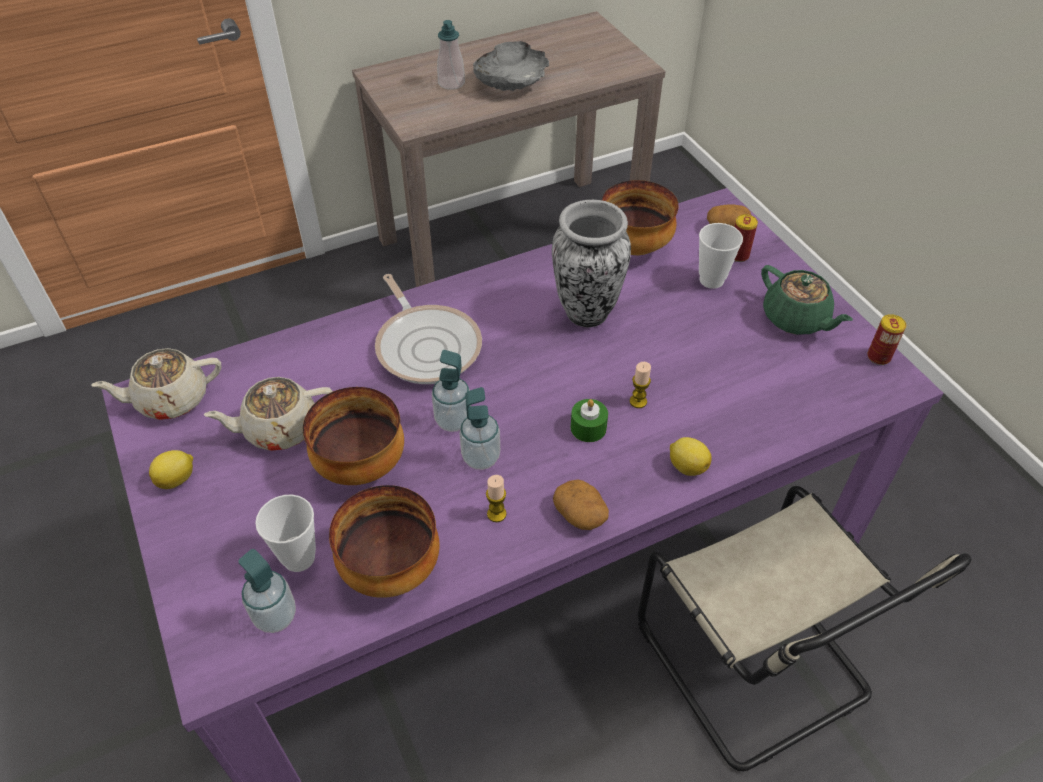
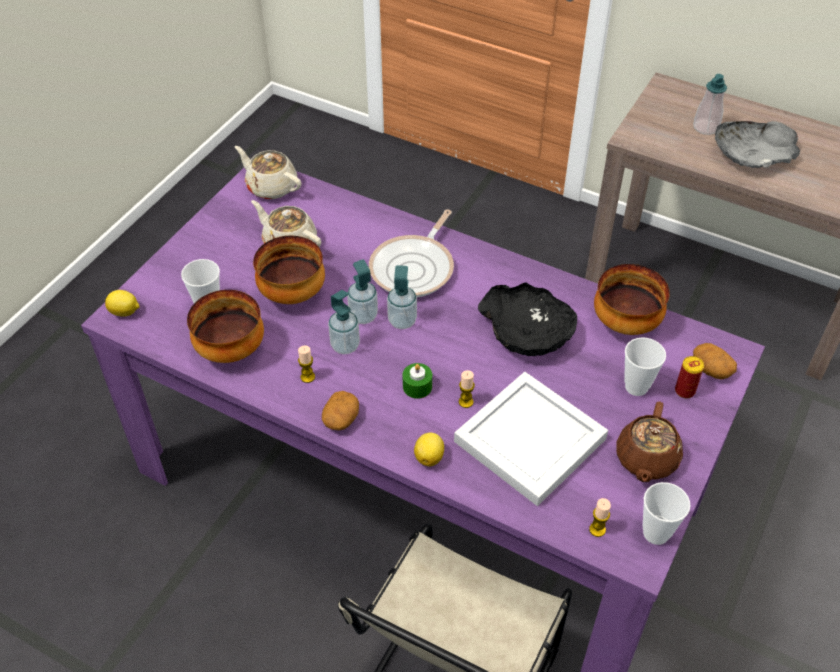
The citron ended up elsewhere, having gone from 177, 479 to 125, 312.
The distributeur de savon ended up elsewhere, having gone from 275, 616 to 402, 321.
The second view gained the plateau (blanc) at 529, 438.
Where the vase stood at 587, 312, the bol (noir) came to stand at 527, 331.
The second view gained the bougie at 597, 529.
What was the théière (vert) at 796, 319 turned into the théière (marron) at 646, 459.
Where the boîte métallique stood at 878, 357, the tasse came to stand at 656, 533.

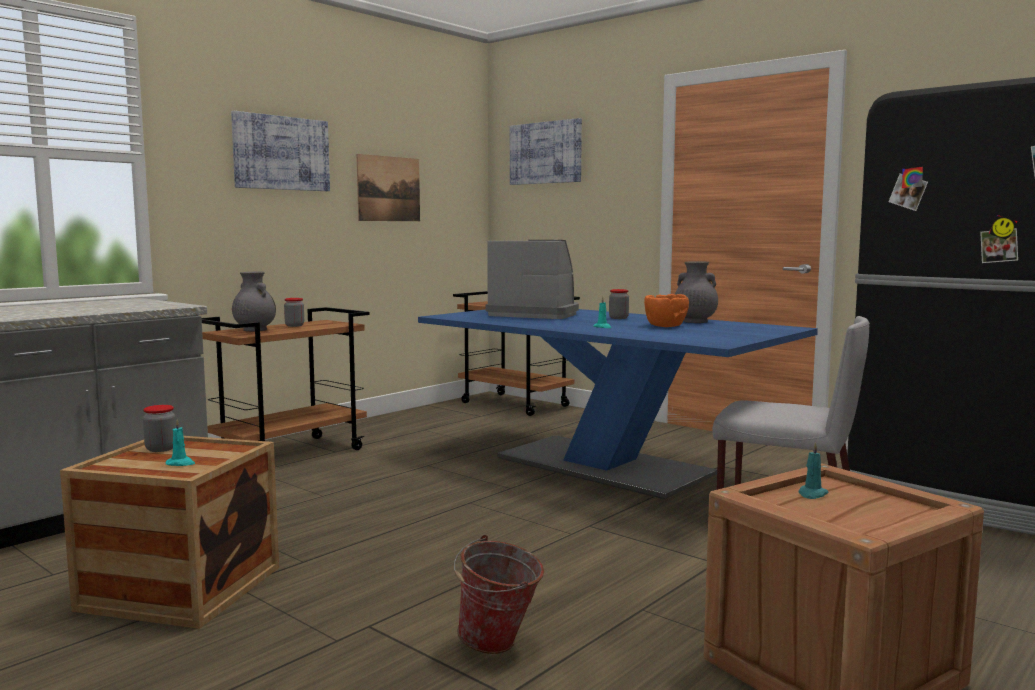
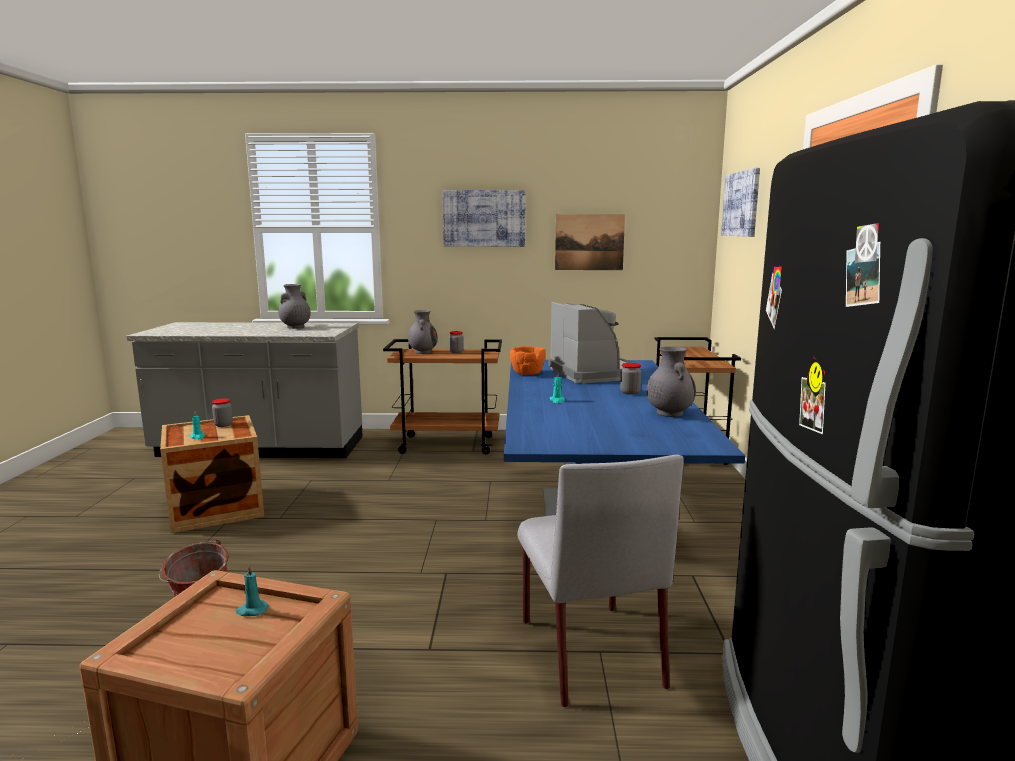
The second view gained the vase (gris) at 295, 327.
The bol (orange) ended up elsewhere, having gone from 664, 326 to 527, 373.

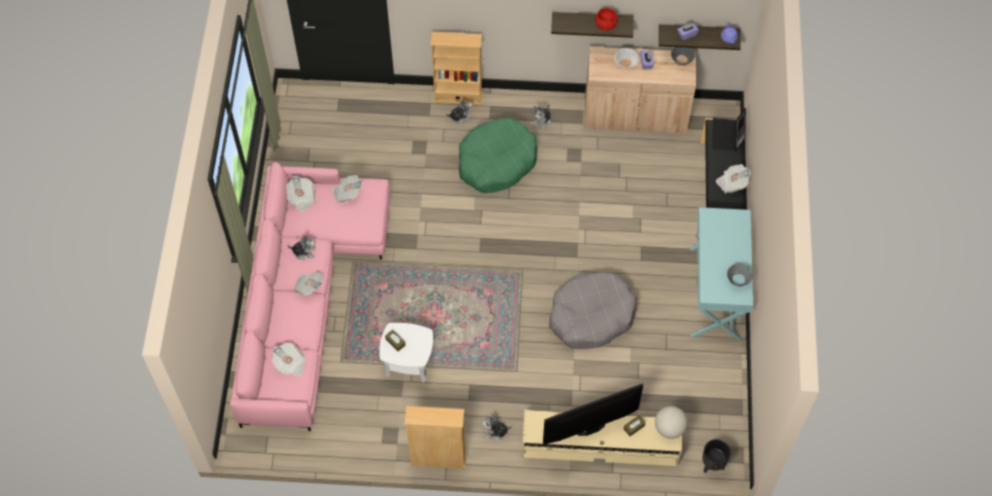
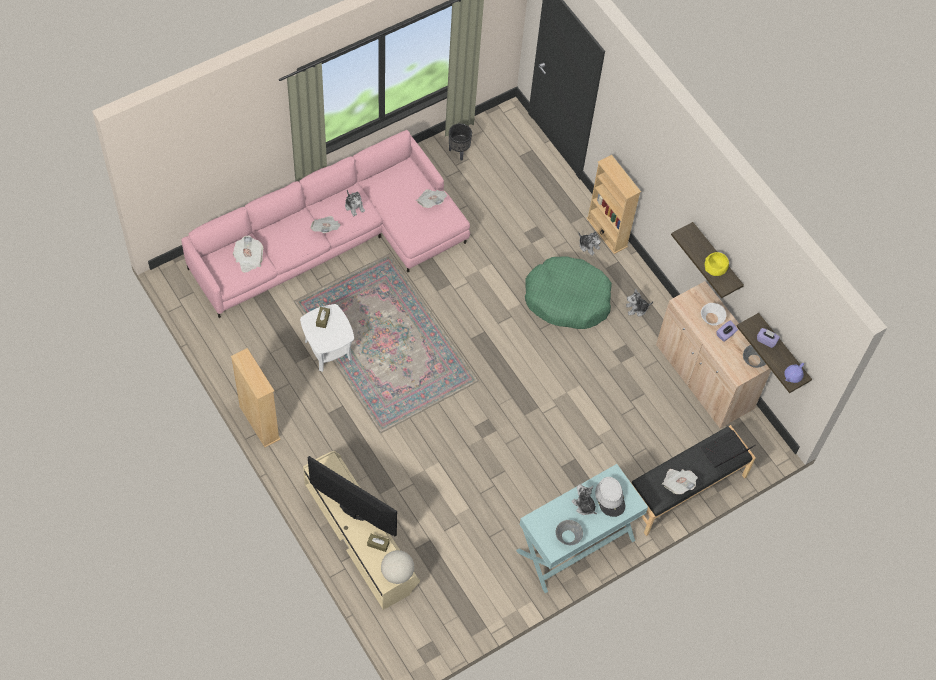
The cache-pot (noir) ended up elsewhere, having gone from 712, 465 to 459, 152.
The peluche ended up elsewhere, having gone from 495, 432 to 584, 505.
The second view gained the chapeau (gris) at 610, 498.
What was the bol (rouge) at 606, 24 turned into the bol (jaune) at 715, 269.
The second view lost the journal at 301, 198.
The second view lost the panier pour chien (gris) at 591, 316.

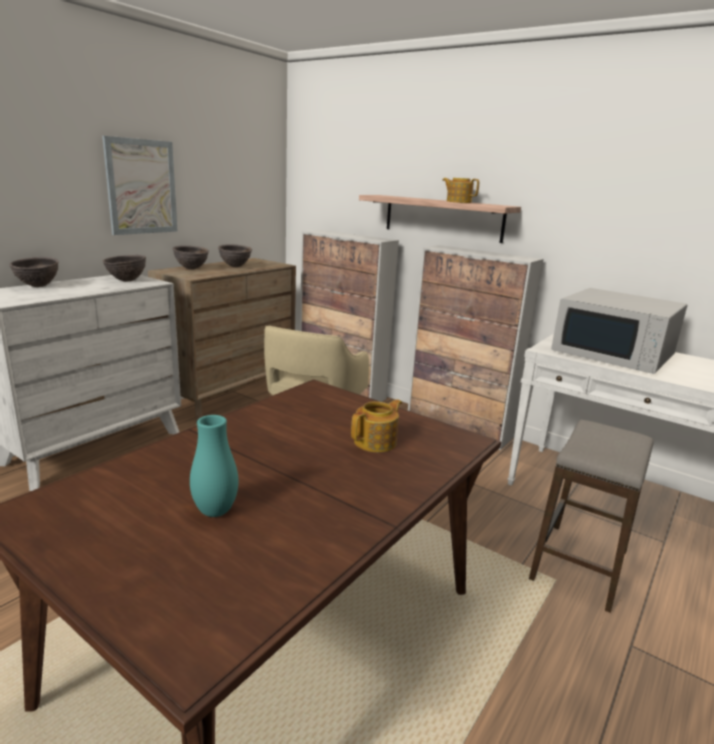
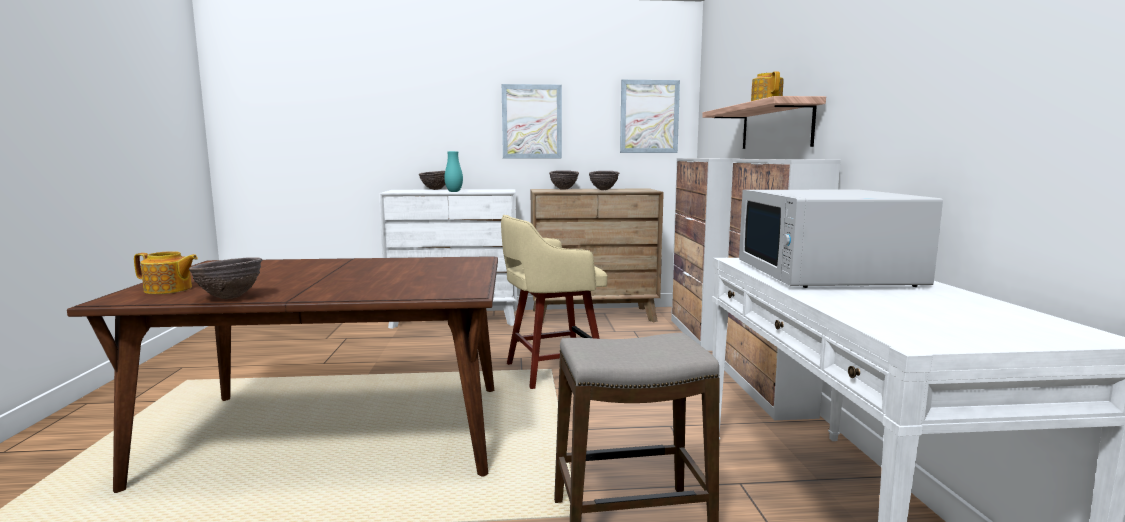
The théière ended up elsewhere, having gone from 376, 442 to 169, 289.
The bol (marron) ended up elsewhere, having gone from 126, 281 to 229, 298.
The vase (turquoise) ended up elsewhere, having gone from 215, 511 to 454, 191.
The second view gained the tableau at 649, 116.

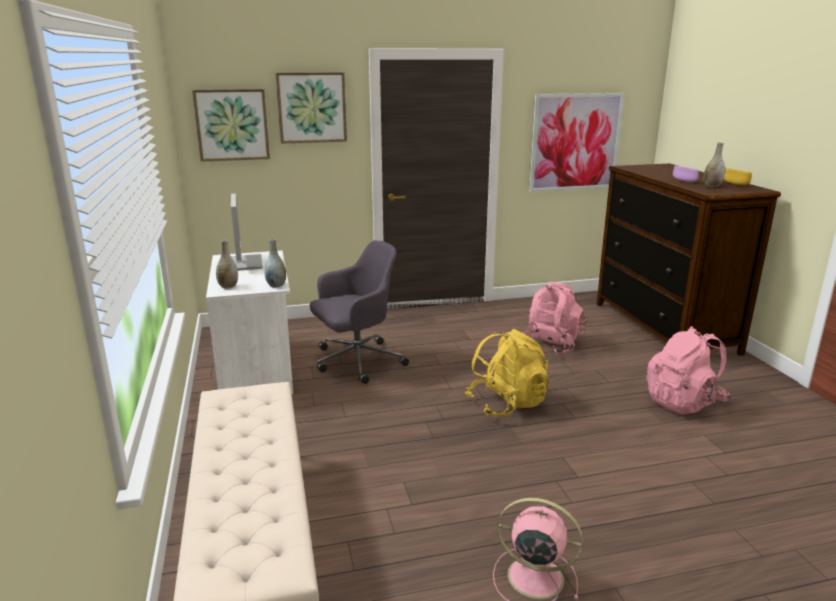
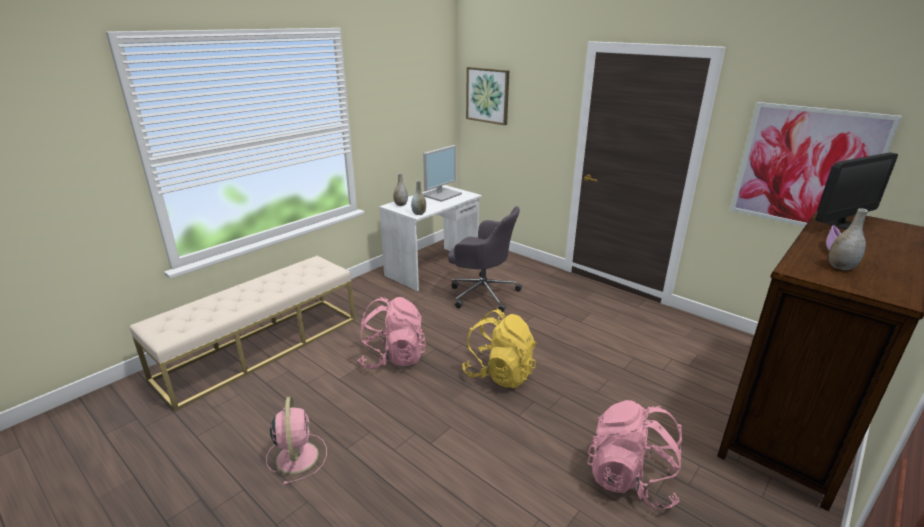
The sac à dos (rose) ended up elsewhere, having gone from 551, 345 to 393, 358.
The second view gained the écran d'ordinateur at 840, 224.
The second view lost the tableau at 312, 107.
The second view lost the bol (jaune) at 735, 184.

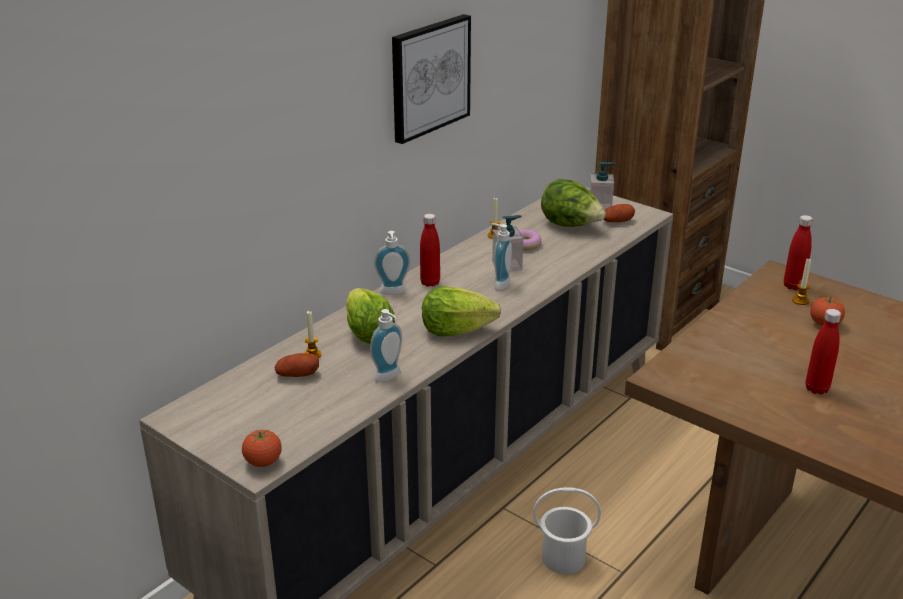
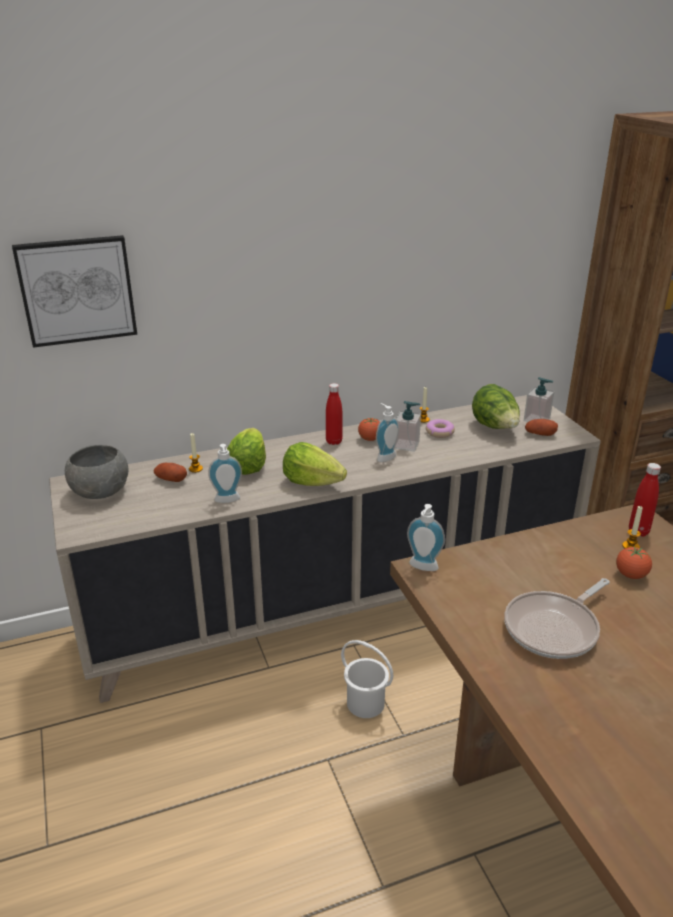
The tableau ended up elsewhere, having gone from 429, 77 to 77, 290.
The second view gained the bol (gris) at 101, 491.
The tomate ended up elsewhere, having gone from 263, 462 to 370, 439.
The distributeur de savon ended up elsewhere, having gone from 393, 293 to 422, 568.
Where the bouteille (rouge) stood at 816, 389, the poêle came to stand at 554, 628.

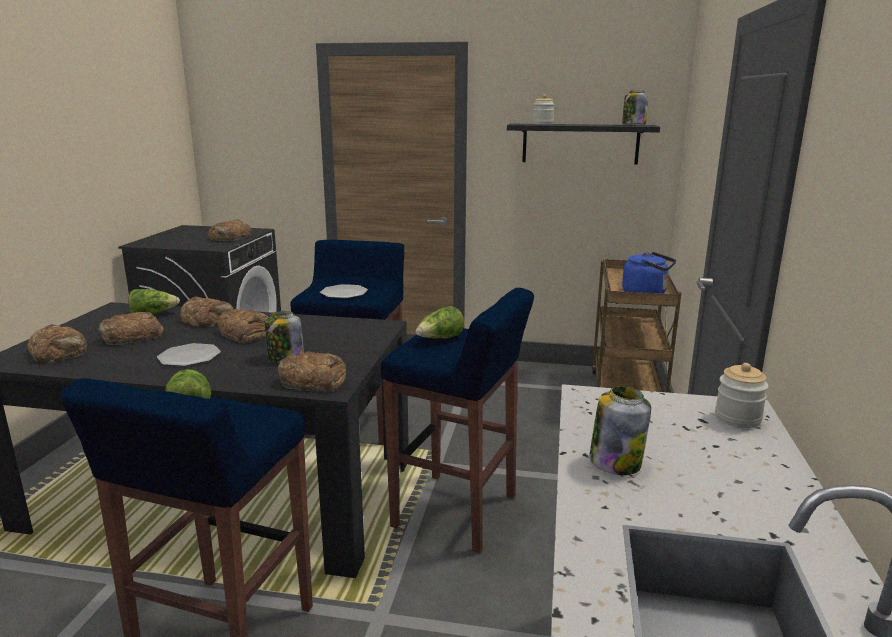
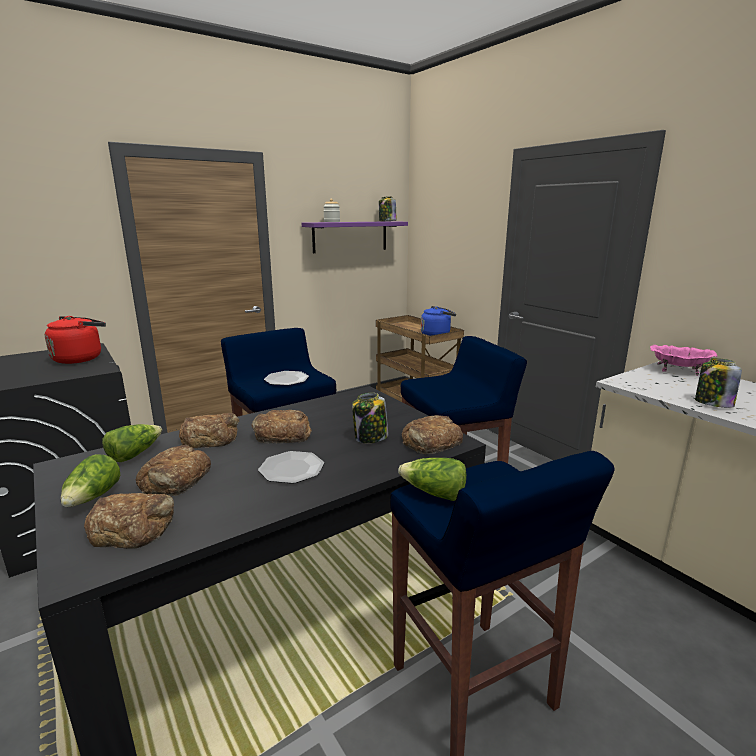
Where the pain stood at 230, 237, the bouilloire (rouge) came to stand at 80, 358.
The laitue ended up elsewhere, having gone from 440, 339 to 93, 498.
What was the étagère (noir) at 580, 143 turned into the étagère (violet) at 350, 236.
Where the bocal stood at 737, 418, the bol (rose) came to stand at 678, 370.

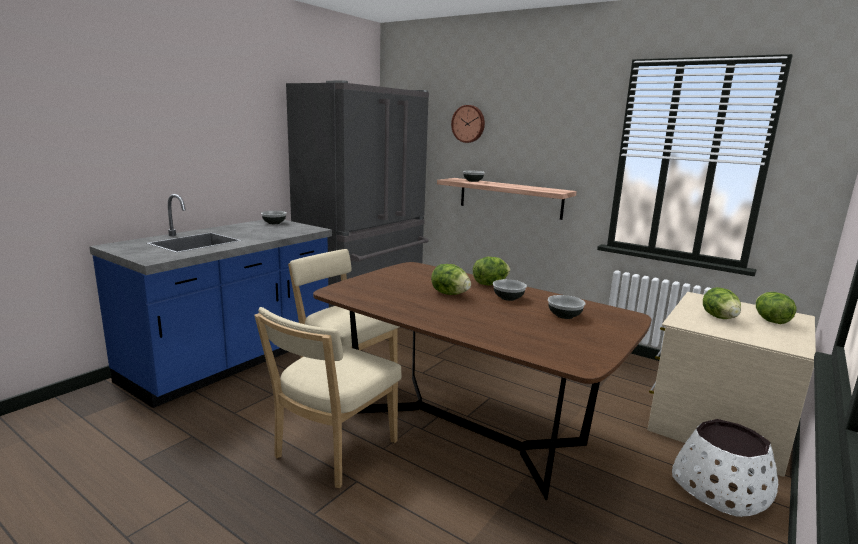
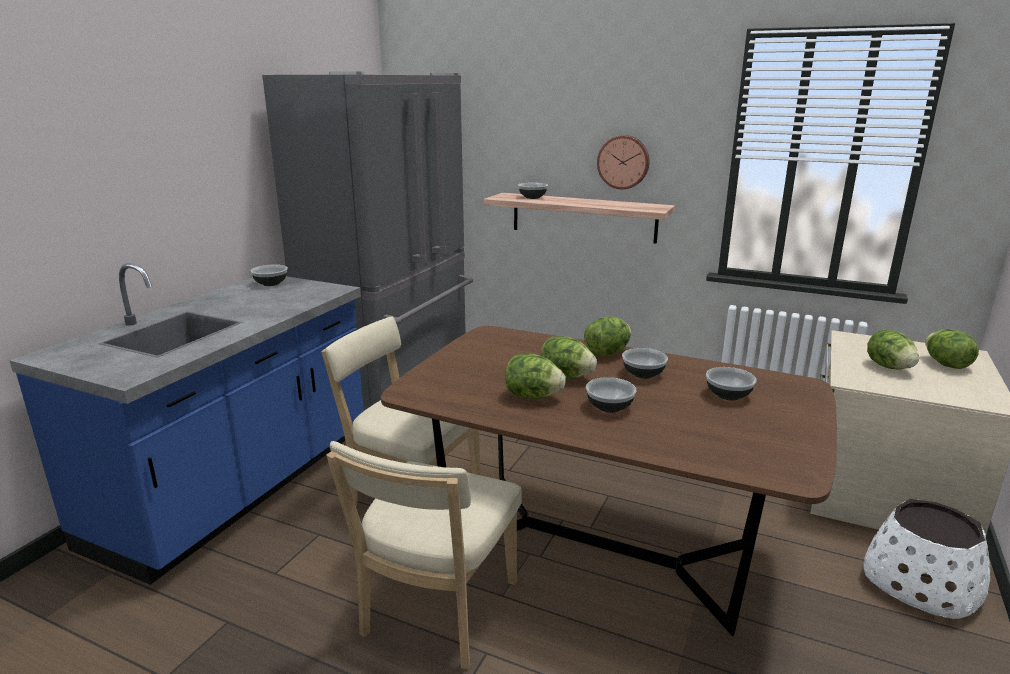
The second view gained the laitue at 532, 396.
The second view gained the bol at 610, 407.
The horloge murale ended up elsewhere, having gone from 468, 124 to 623, 162.

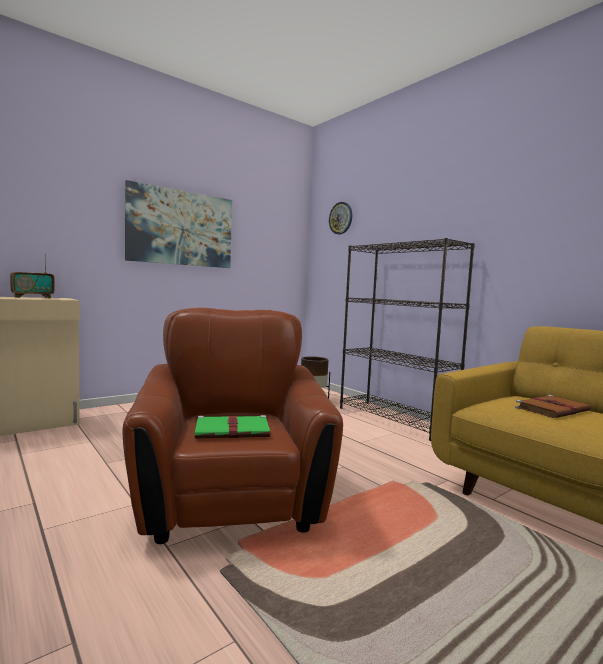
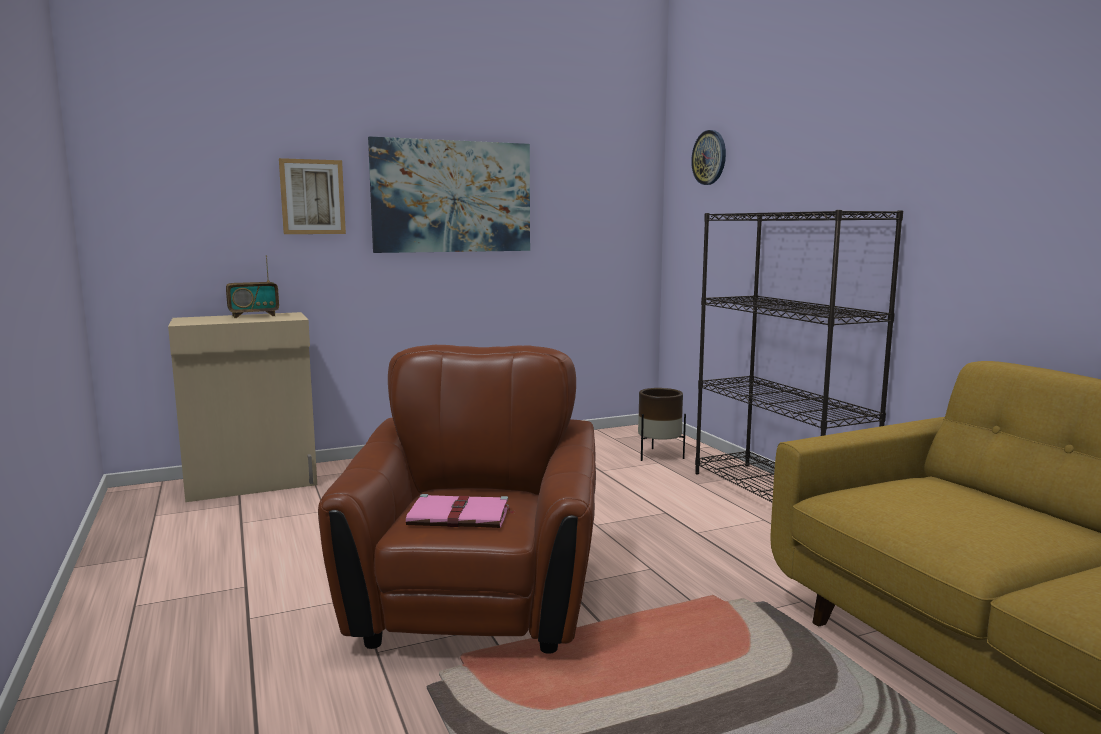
The second view gained the tableau at 312, 197.
What was the livre (vert) at 234, 431 turned into the livre (rose) at 461, 516.
The second view lost the livre (marron) at 552, 409.

